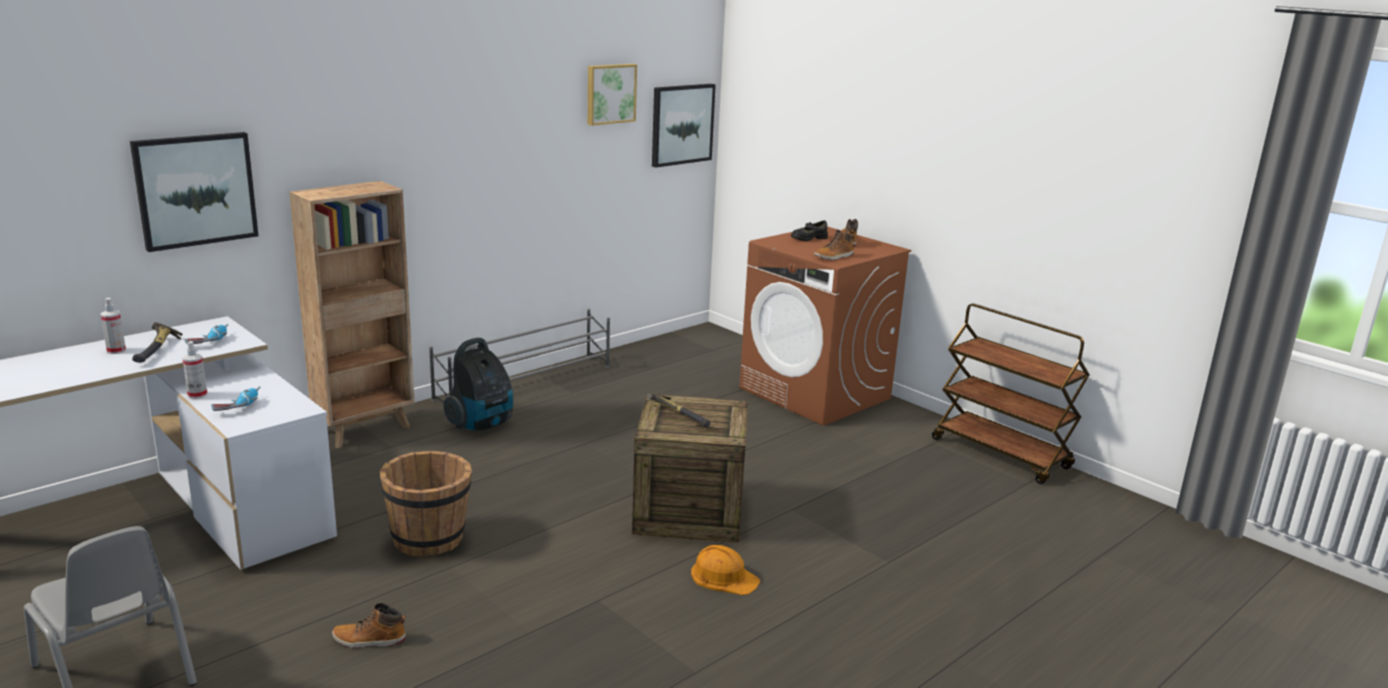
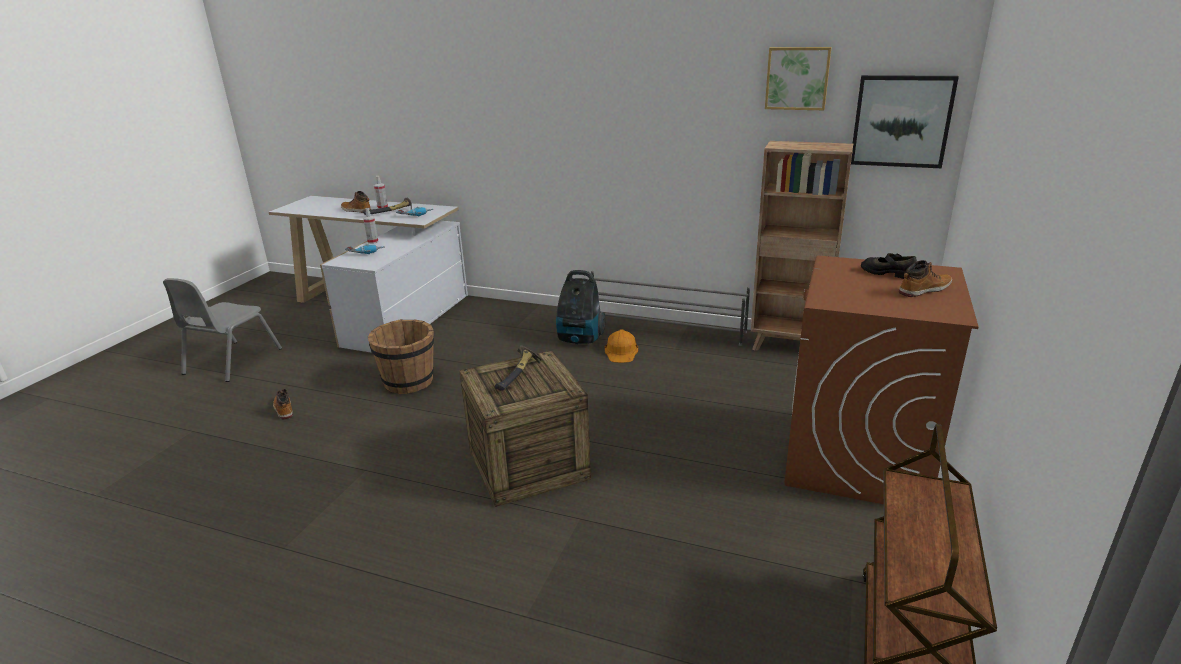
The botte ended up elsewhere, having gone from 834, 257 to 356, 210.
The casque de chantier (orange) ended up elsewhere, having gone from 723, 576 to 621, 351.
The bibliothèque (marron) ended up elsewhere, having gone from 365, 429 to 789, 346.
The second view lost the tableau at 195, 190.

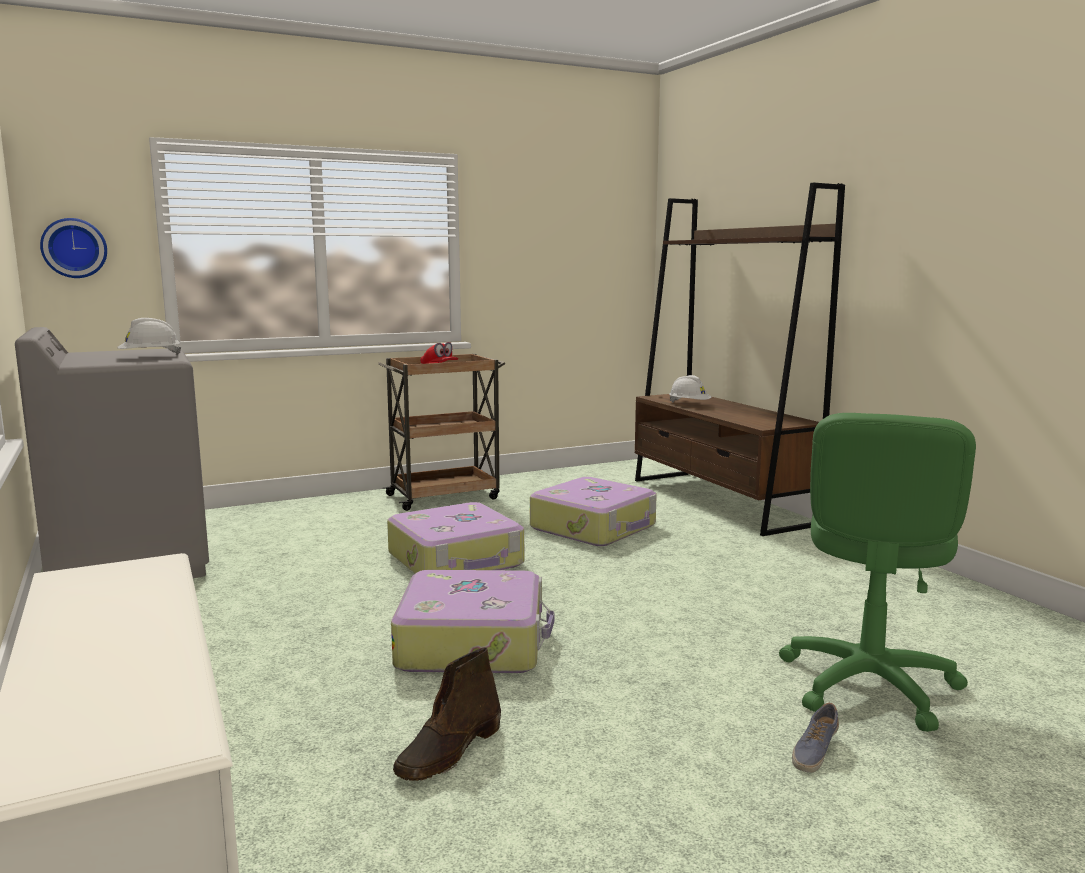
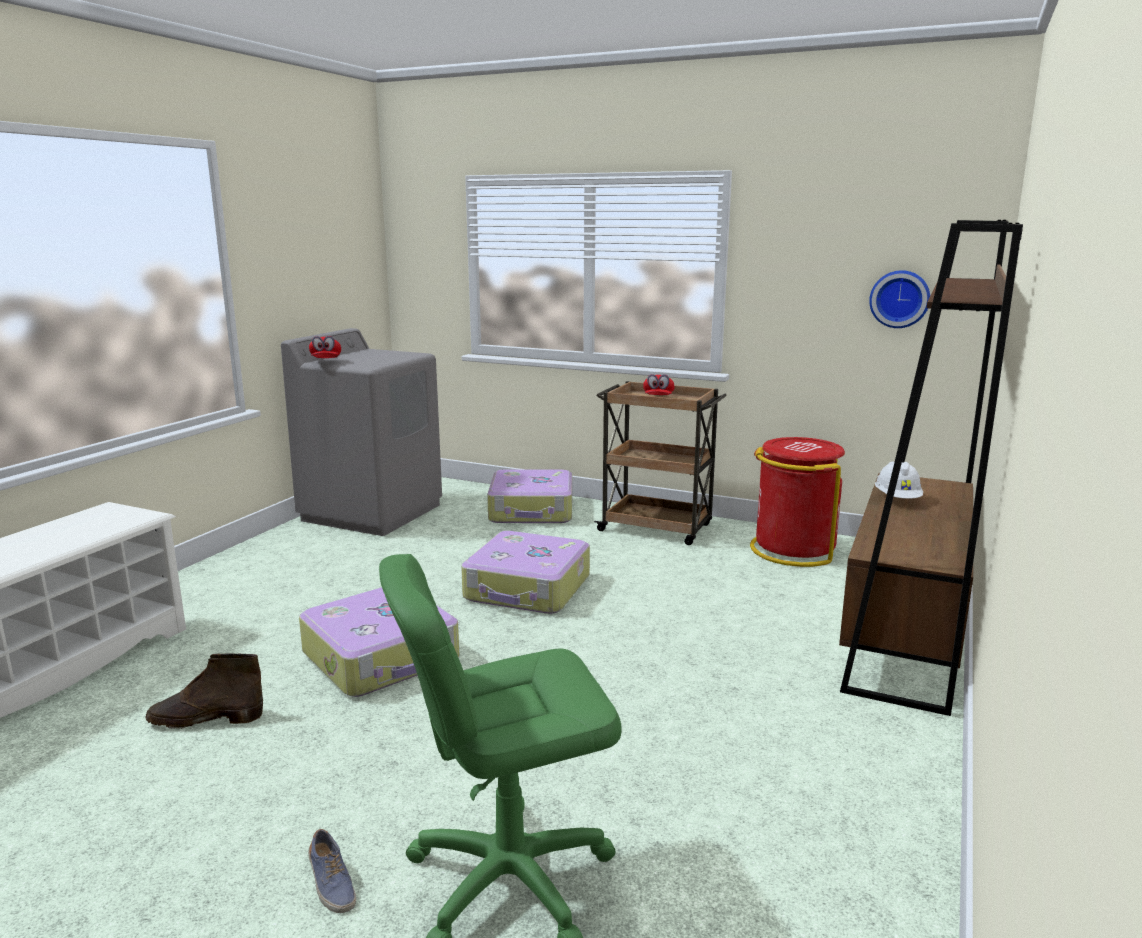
The chaussure at 814, 751 ended up facing another way, 120 degrees counterclockwise from before.
The second view gained the casquette (rouge) at 326, 361.
The valise ended up elsewhere, having gone from 594, 527 to 532, 510.
The second view gained the poubelle (rouge) at 793, 550.
The horloge murale ended up elsewhere, having gone from 74, 248 to 899, 299.
The second view lost the casque de chantier (blanc) at 150, 357.

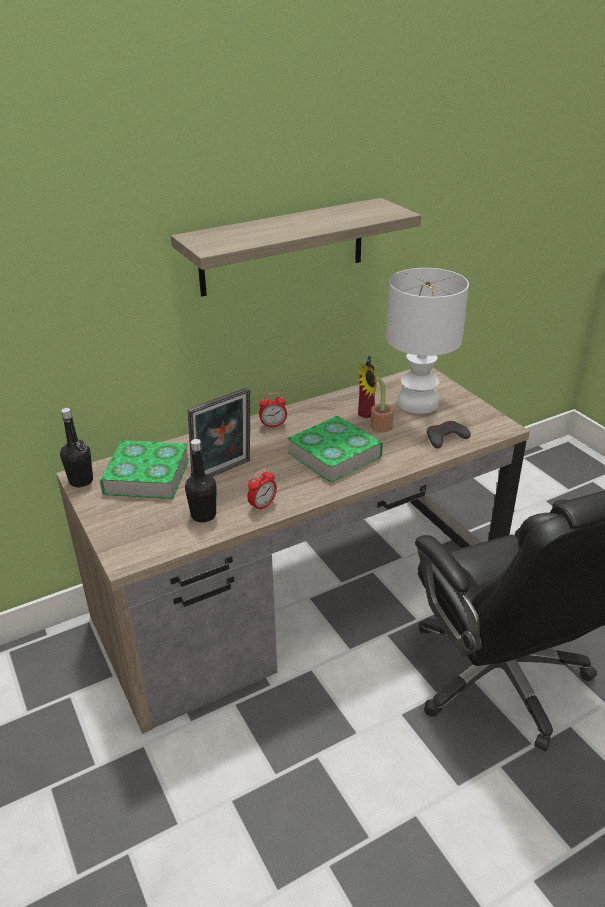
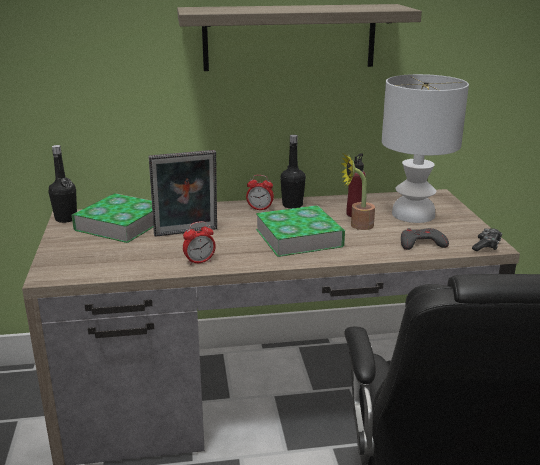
The bouteille (noir) ended up elsewhere, having gone from 203, 515 to 292, 205.
The second view gained the manette at 486, 246.

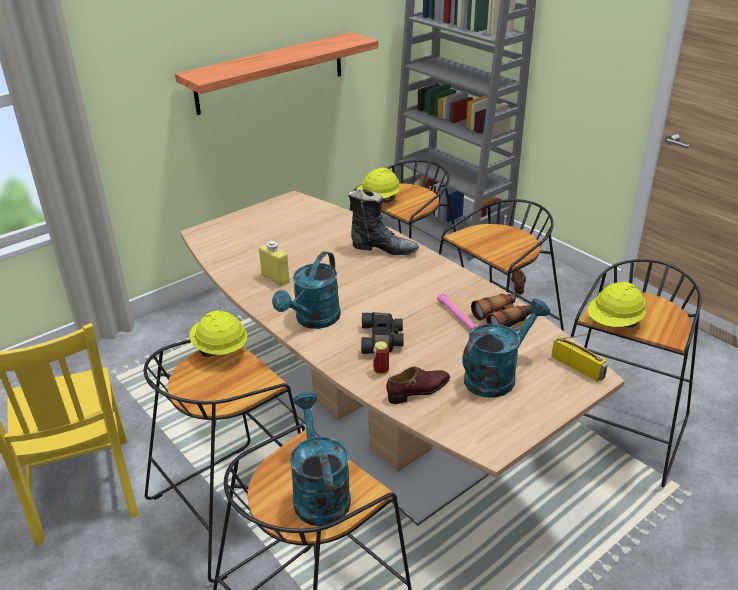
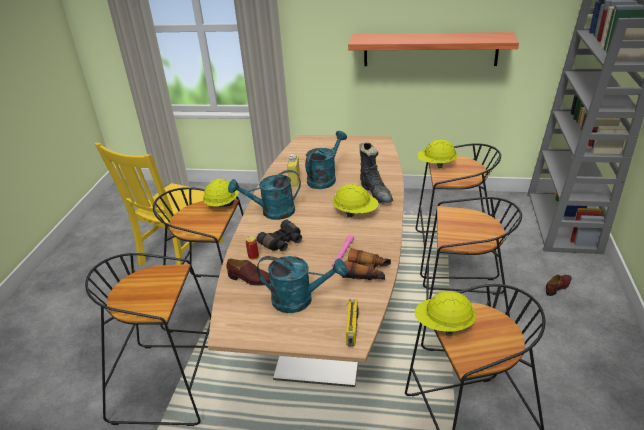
The arrosoir (turquoise) ended up elsewhere, having gone from 319, 492 to 324, 178.
The second view gained the casque de chantier (jaune) at 355, 212.

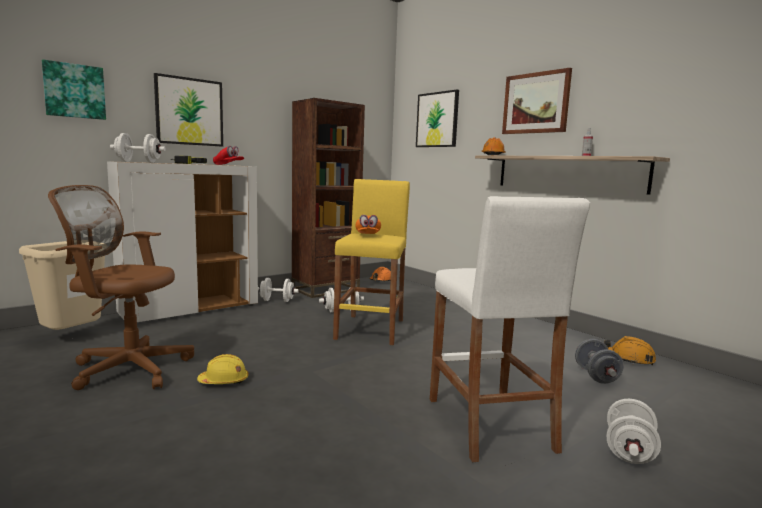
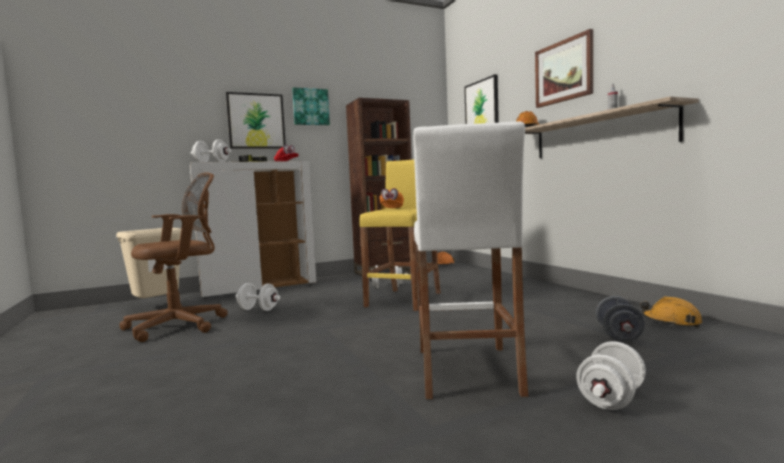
The chaise de bureau (marron) at 127, 368 ended up facing another way, 120 degrees clockwise from before.
The haltère (blanc) ended up elsewhere, having gone from 277, 300 to 258, 309.
The tableau ended up elsewhere, having gone from 74, 91 to 310, 107.
The second view lost the casque de chantier (jaune) at 224, 381.

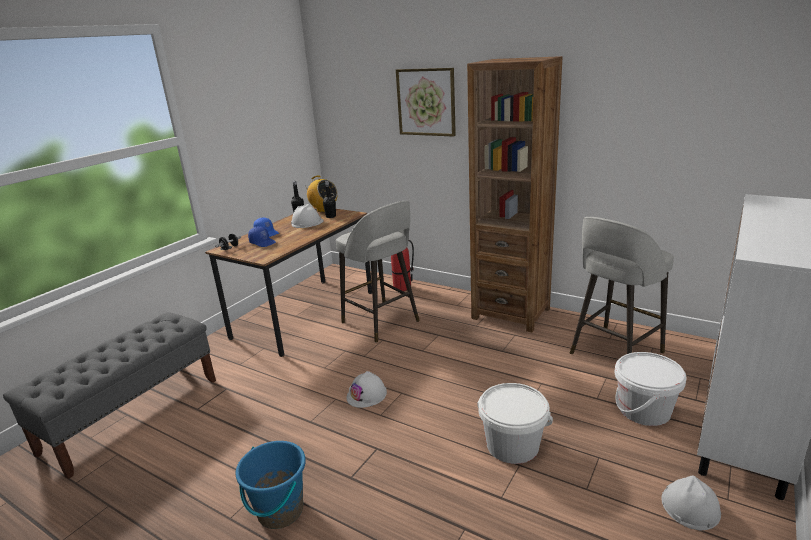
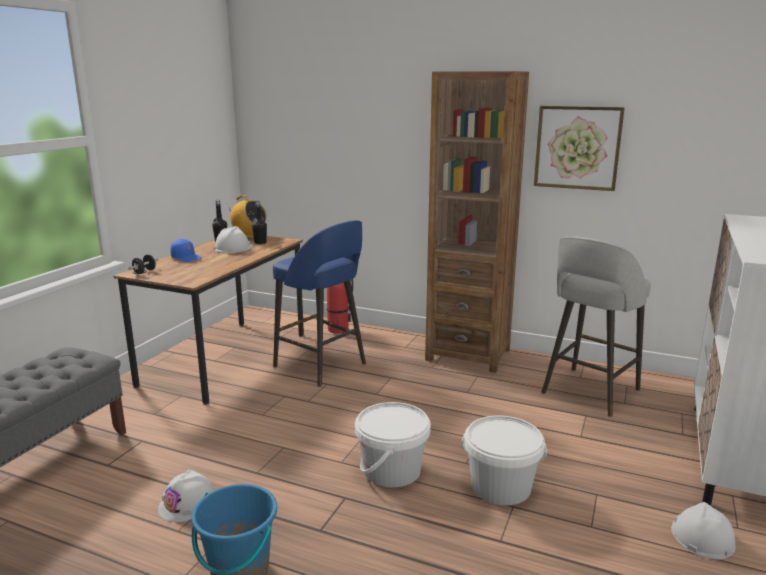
The casque de chantier (blanc) ended up elsewhere, having gone from 367, 395 to 188, 503.
What was the tabouret (gris) at 381, 323 turned into the tabouret (bleu) at 322, 366.
The seau (blanc) ended up elsewhere, having gone from 644, 410 to 392, 470.
The tableau ended up elsewhere, having gone from 426, 102 to 577, 147.
The second view lost the casquette (bleu) at 263, 242.

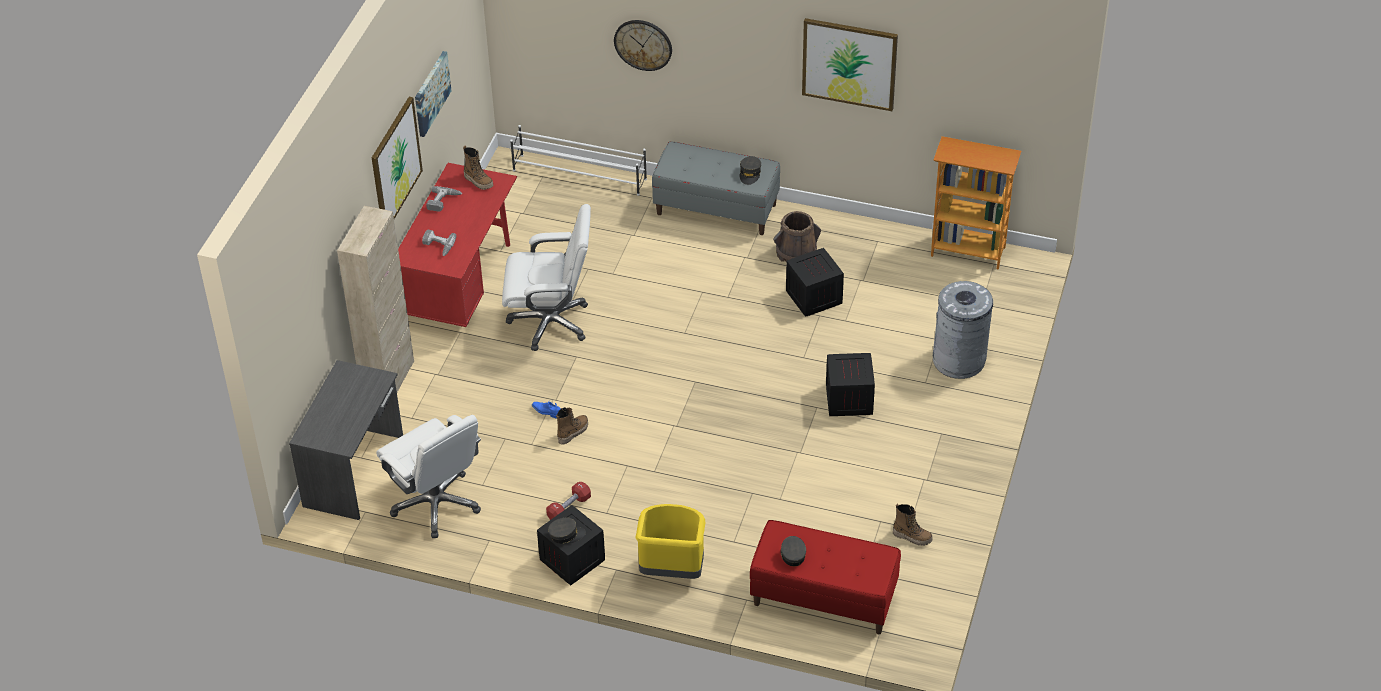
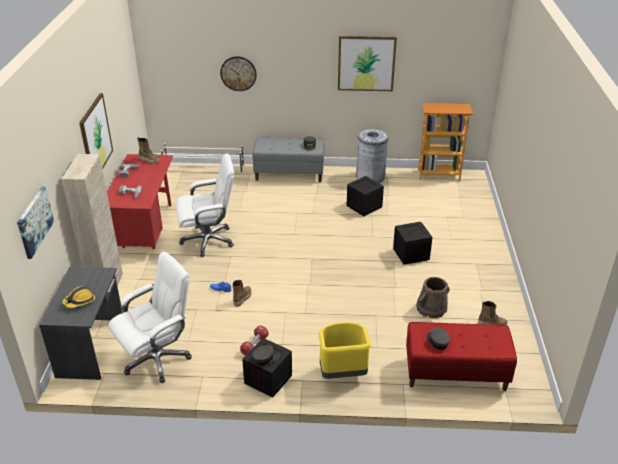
The tableau ended up elsewhere, having gone from 431, 93 to 34, 221.
The second view gained the casque de chantier at 79, 301.
The chaise de bureau (blanc) at 436, 503 ended up facing another way, 75 degrees counterclockwise from before.
The poubelle (gris) ended up elsewhere, having gone from 959, 360 to 370, 177.
The seau (marron) ended up elsewhere, having gone from 796, 252 to 431, 308.

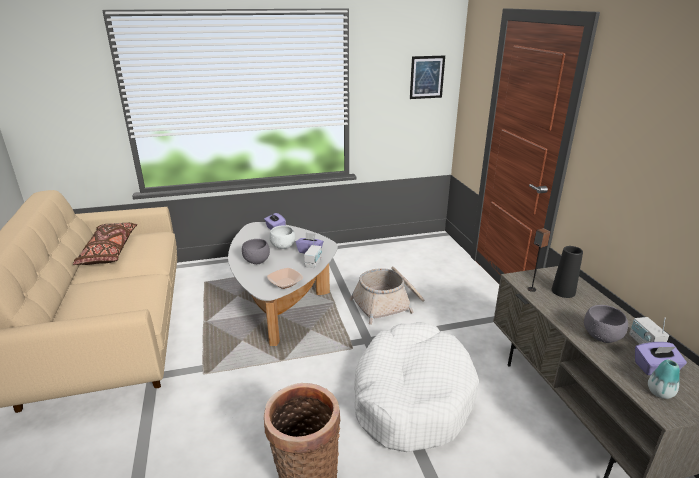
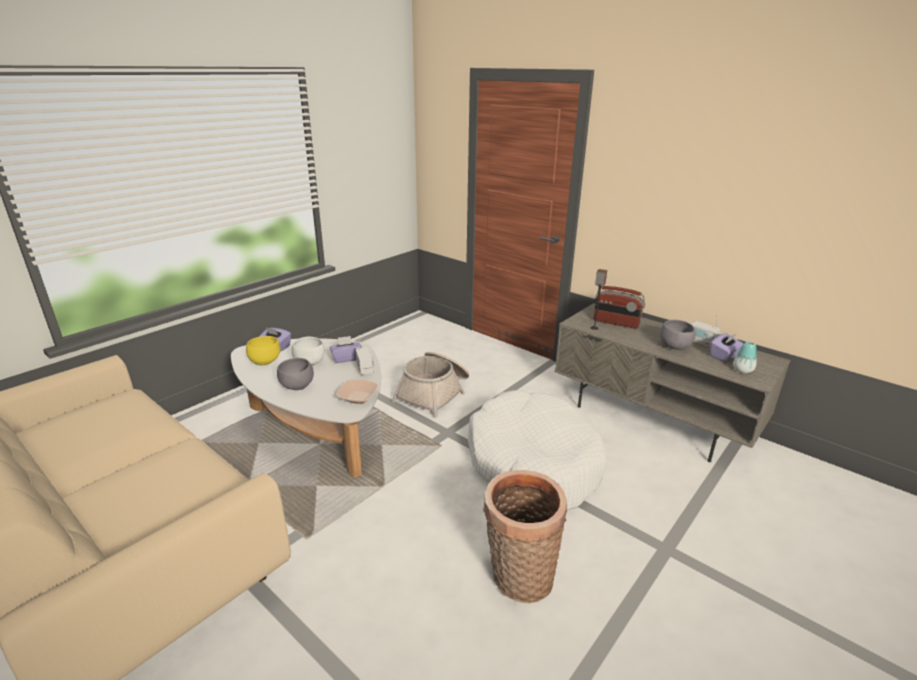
The second view gained the bol (jaune) at 265, 362.
Where the vase (noir) stood at 563, 291, the radio came to stand at 616, 323.
The second view lost the coussin (marron) at 109, 251.
The second view lost the tableau at 427, 77.

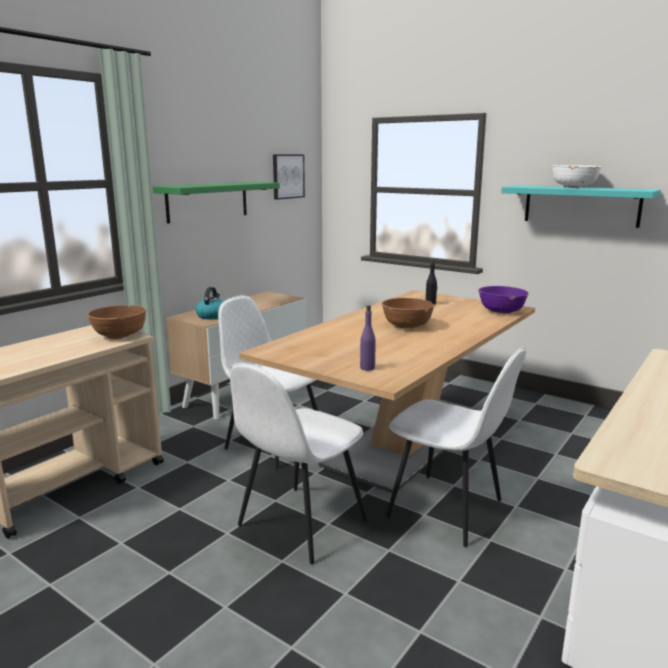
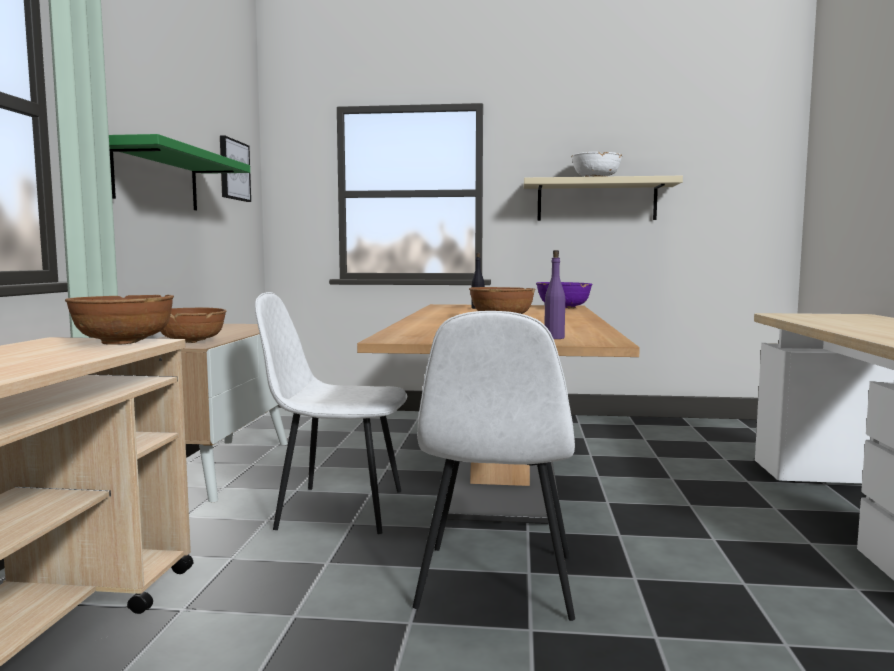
Where the bouilloire stood at 212, 316, the bol (marron) came to stand at 191, 341.
What was the étagère (turquoise) at 581, 205 turned into the étagère (beige) at 596, 200.
The second view lost the chaise (blanc) at 448, 510.

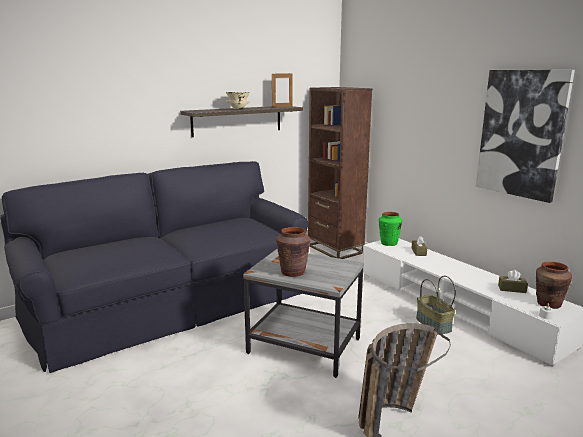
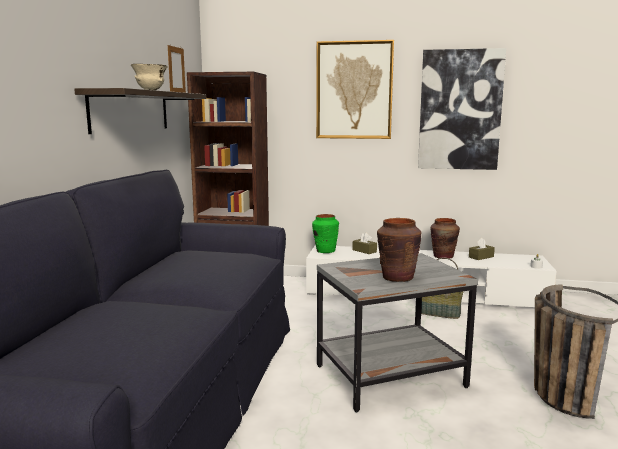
The second view gained the tableau at 354, 90.
The vase (marron) ended up elsewhere, having gone from 548, 304 to 443, 256.

